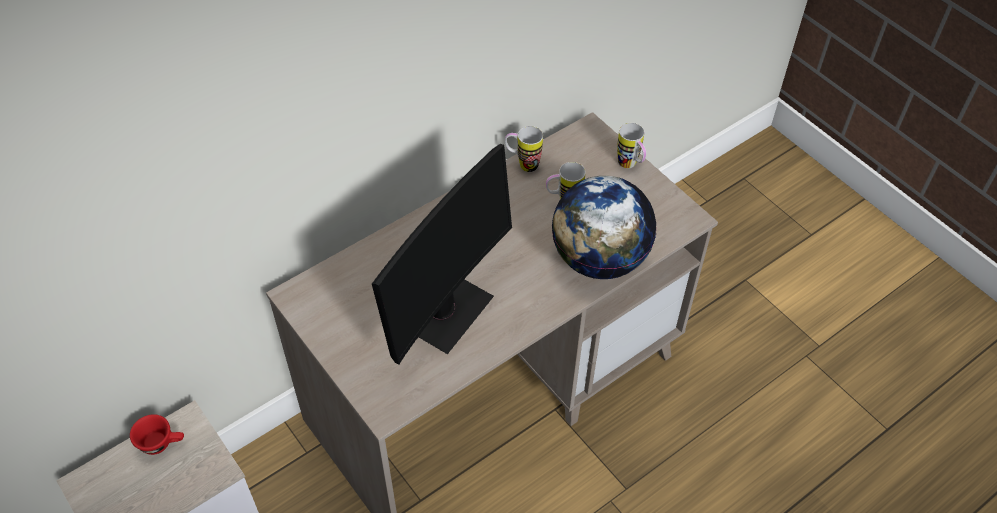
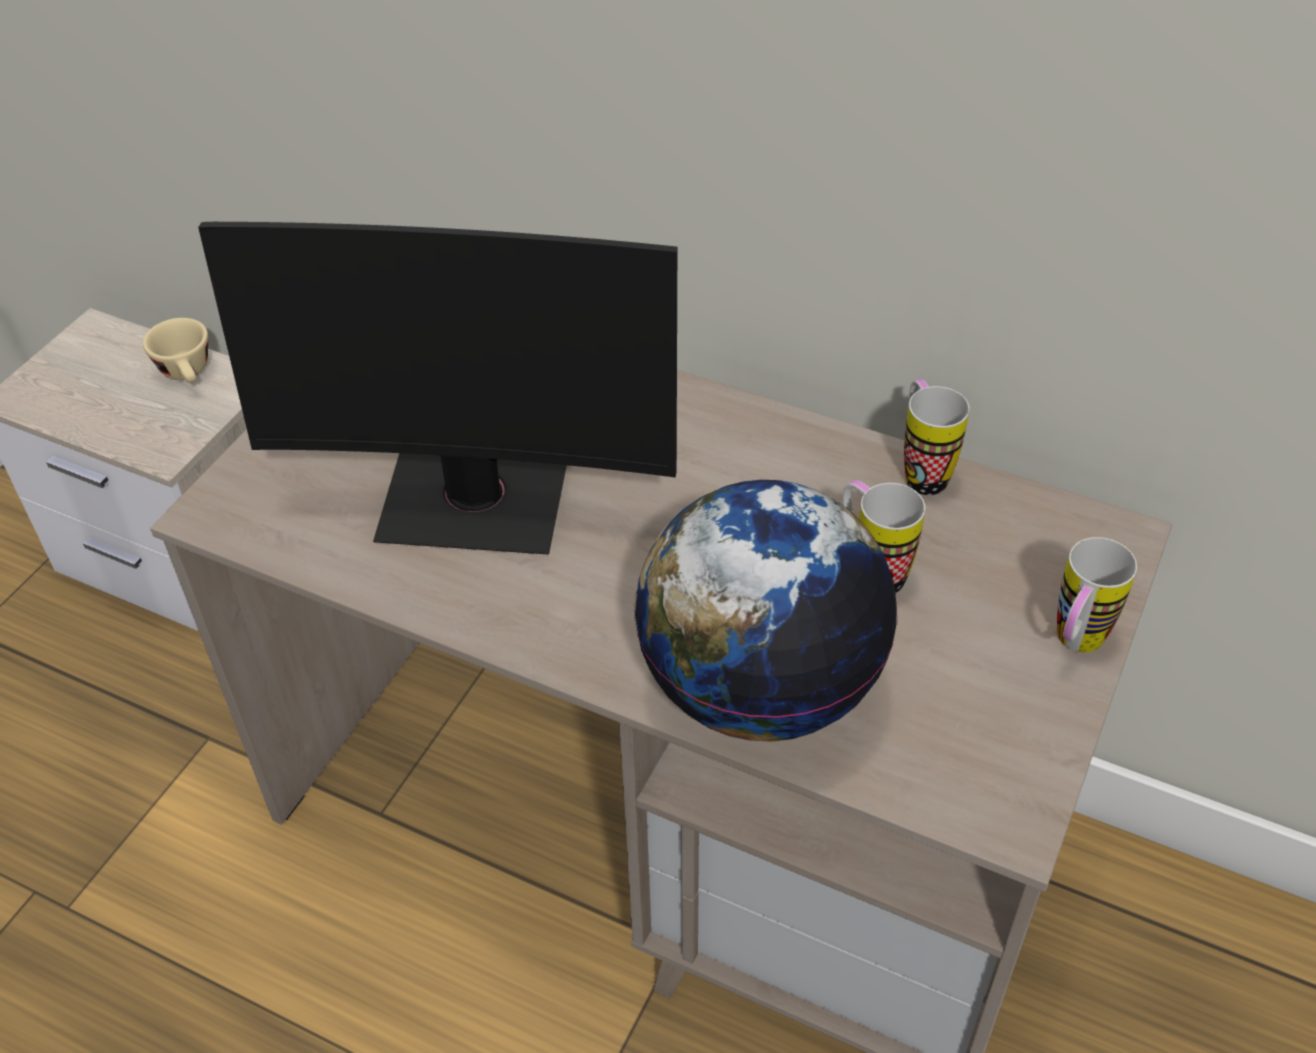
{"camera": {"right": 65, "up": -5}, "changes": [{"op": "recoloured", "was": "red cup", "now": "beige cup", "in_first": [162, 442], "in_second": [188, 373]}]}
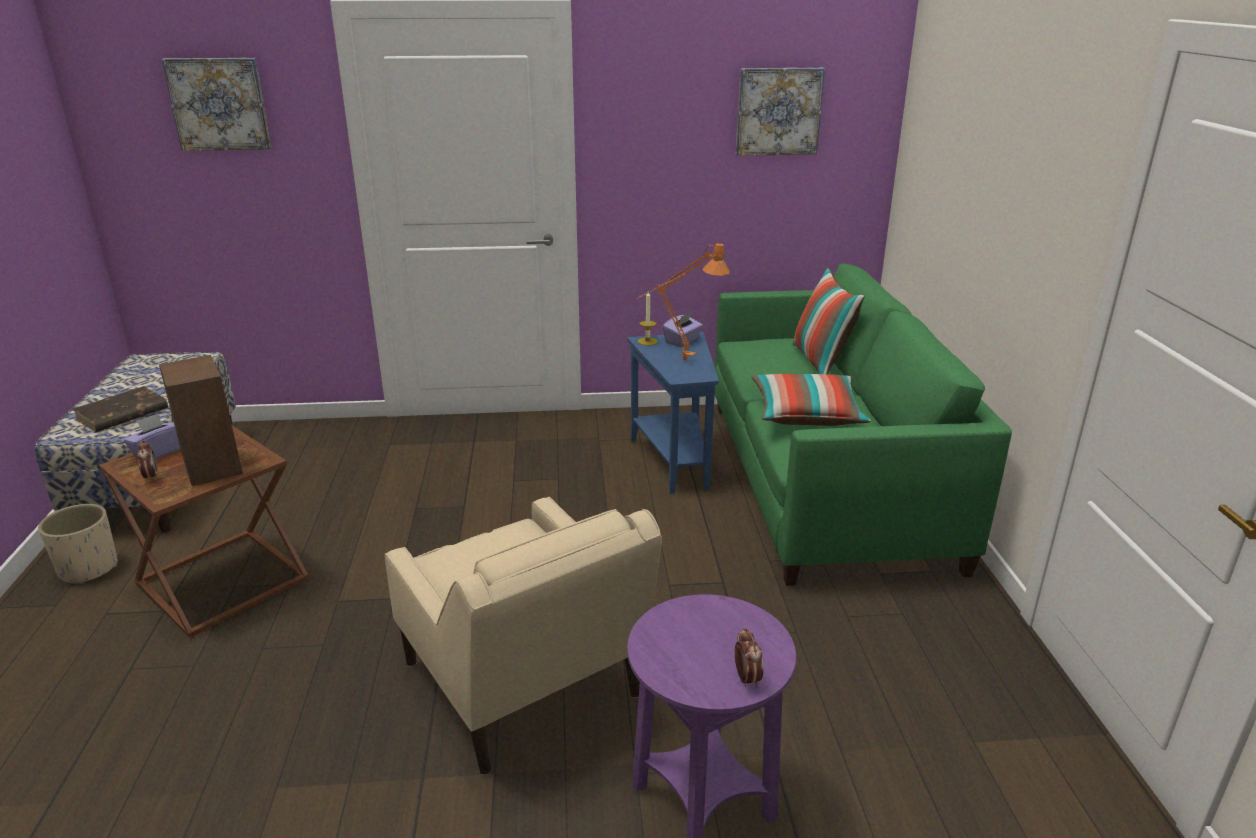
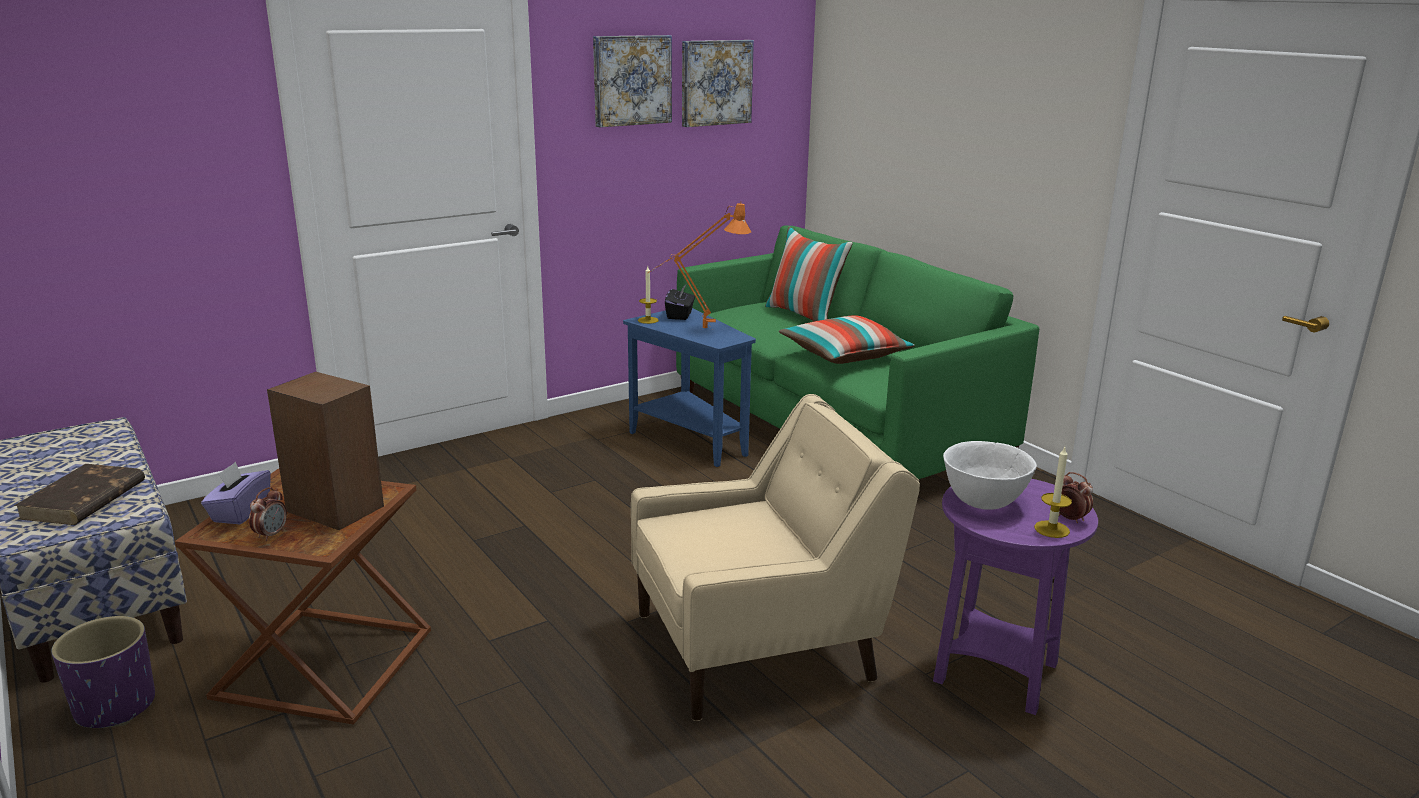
{"camera": {"right": -30, "up": -5}, "changes": [{"op": "recoloured", "was": "beige planter", "now": "purple planter", "in_first": [89, 568], "in_second": [115, 707]}, {"op": "turned", "was": "alarm clock", "in_first": [151, 477], "in_second": [271, 535], "clockwise": 75}, {"op": "moved", "was": "picture", "in_first": [219, 104], "in_second": [631, 80]}, {"op": "turned", "was": "beige armchair", "in_first": [524, 685], "in_second": [760, 646], "clockwise": -45}, {"op": "recoloured", "was": "purple tissue box", "now": "black tissue box", "in_first": [682, 341], "in_second": [680, 315]}, {"op": "added", "now": "white bowl", "in_second": [985, 501]}, {"op": "added", "now": "candle", "in_second": [1051, 529]}]}
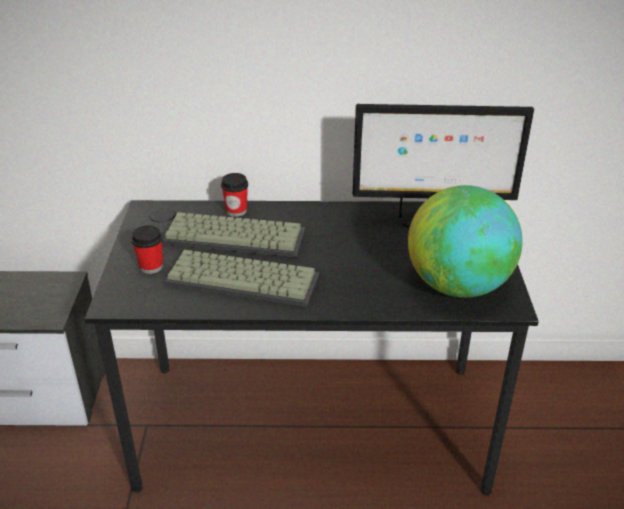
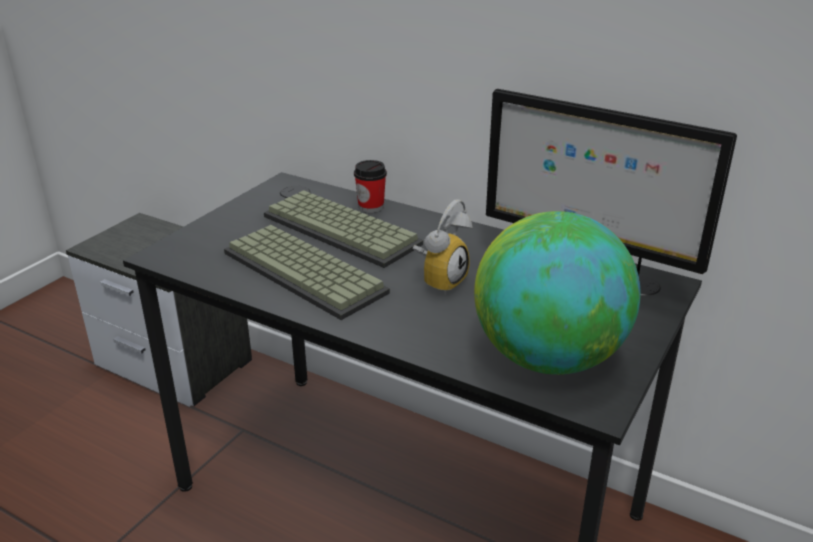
{"camera": {"right": 30, "up": -5}, "changes": [{"op": "added", "now": "alarm clock", "in_second": [440, 280]}, {"op": "removed", "was": "cup", "in_first": [151, 267]}]}
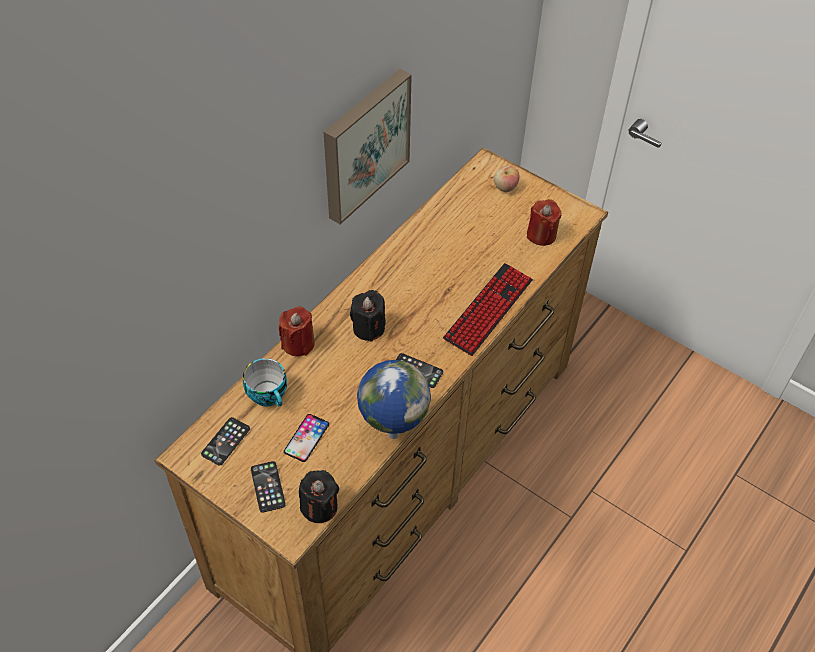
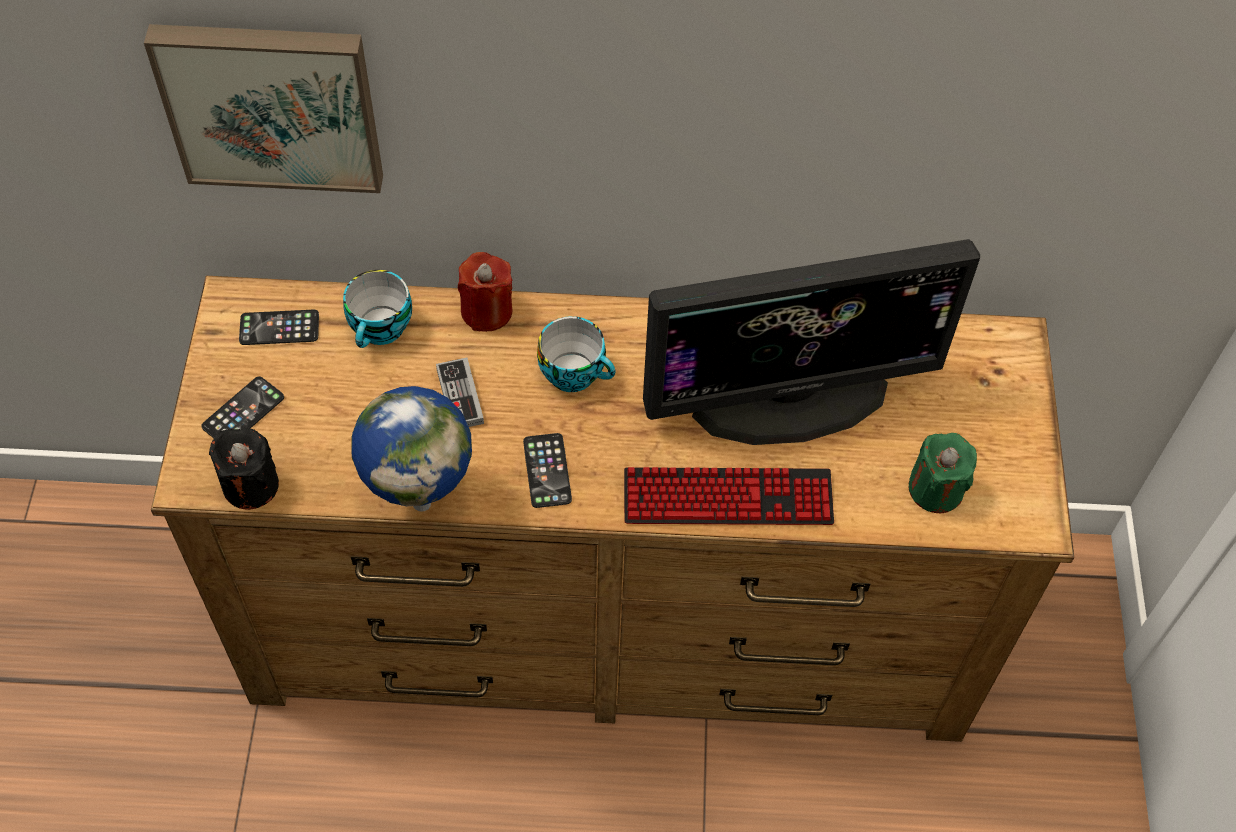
{"camera": {"right": 55, "up": 5}, "changes": [{"op": "moved", "was": "picture", "in_first": [363, 144], "in_second": [272, 103]}, {"op": "added", "now": "game controller", "in_second": [460, 396]}, {"op": "replaced", "was": "black candle", "now": "cup", "in_first": [368, 328], "in_second": [576, 373]}, {"op": "added", "now": "monitor", "in_second": [790, 398]}, {"op": "recoloured", "was": "red candle", "now": "green candle", "in_first": [541, 235], "in_second": [935, 489]}, {"op": "removed", "was": "phone", "in_first": [306, 438]}, {"op": "removed", "was": "apple", "in_first": [505, 187]}]}
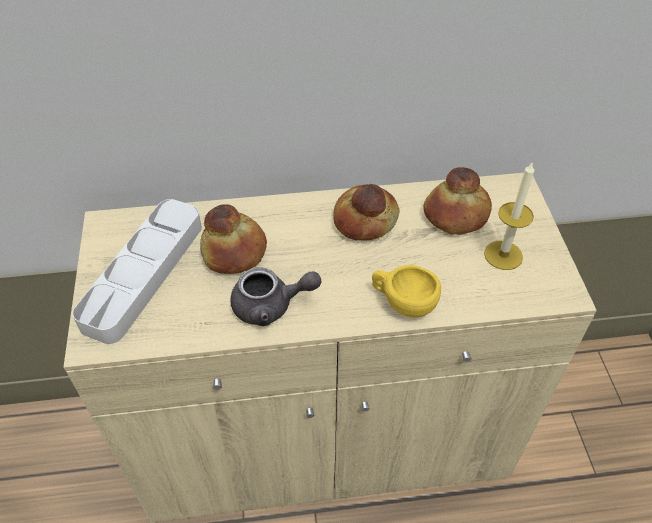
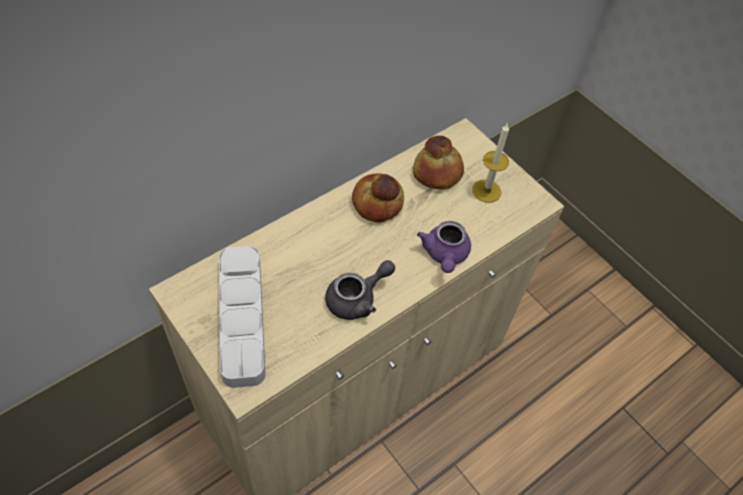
{"camera": {"right": -35, "up": 5}, "changes": [{"op": "replaced", "was": "yellow cup", "now": "purple teapot", "in_first": [402, 303], "in_second": [444, 255]}, {"op": "removed", "was": "bread", "in_first": [235, 251]}]}
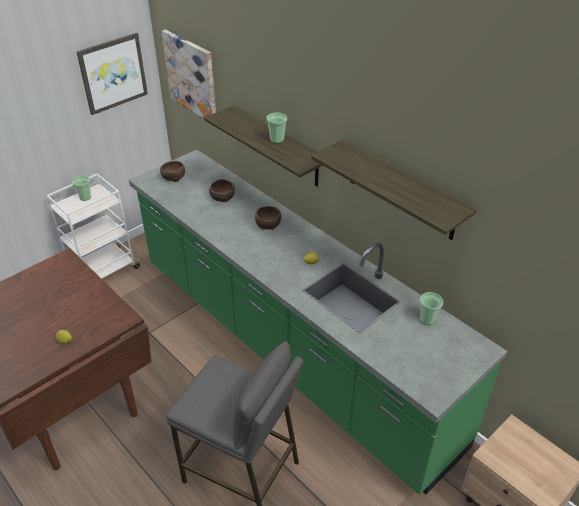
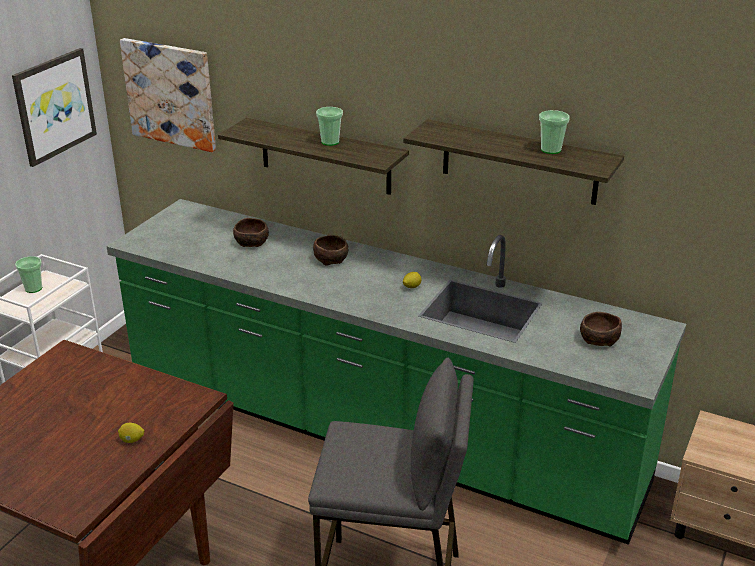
{"camera": {"right": -20, "up": -10}, "changes": [{"op": "moved", "was": "cup", "in_first": [427, 319], "in_second": [551, 150]}, {"op": "moved", "was": "brown bowl", "in_first": [173, 177], "in_second": [598, 340]}]}
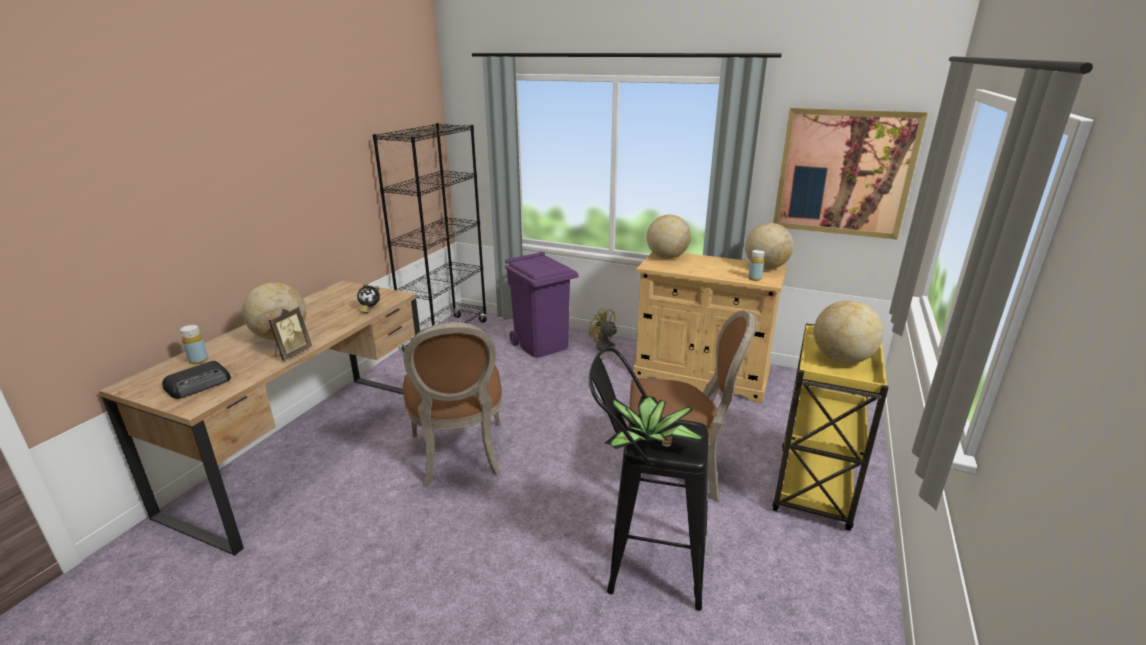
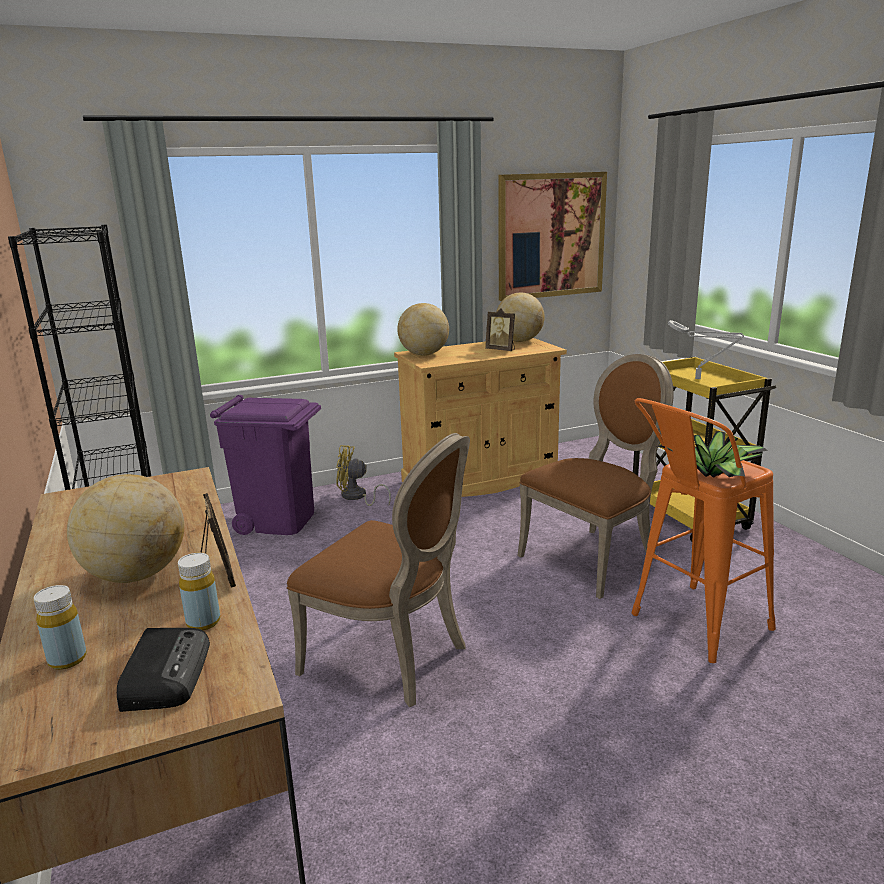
{"camera": {"right": -45, "up": -5}, "changes": [{"op": "moved", "was": "yellow bottle", "in_first": [754, 278], "in_second": [203, 622]}, {"op": "added", "now": "picture frame", "in_second": [501, 350]}, {"op": "recoloured", "was": "black stool", "now": "orange stool", "in_first": [644, 561], "in_second": [691, 626]}, {"op": "replaced", "was": "globe", "now": "grey table lamp", "in_first": [841, 359], "in_second": [700, 379]}, {"op": "removed", "was": "alarm clock", "in_first": [369, 309]}]}
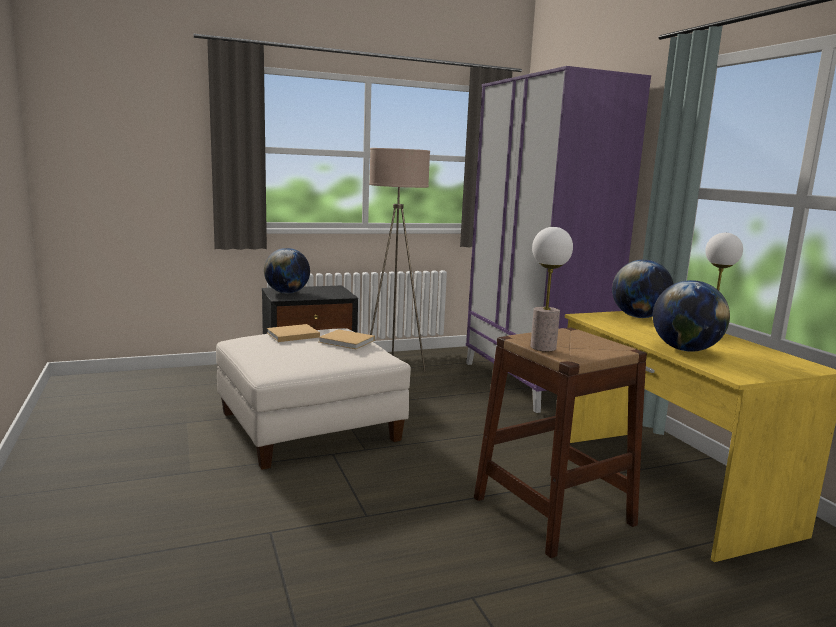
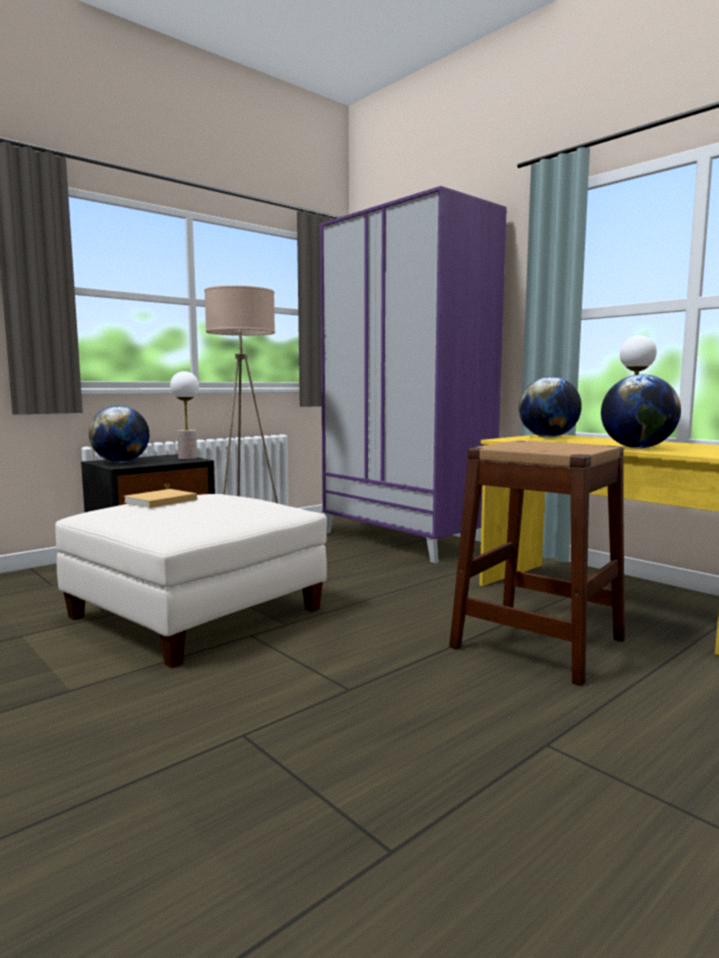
{"camera": {"right": -20, "up": -5}, "changes": [{"op": "moved", "was": "table lamp", "in_first": [543, 347], "in_second": [188, 458]}, {"op": "removed", "was": "beige book", "in_first": [348, 341]}]}
